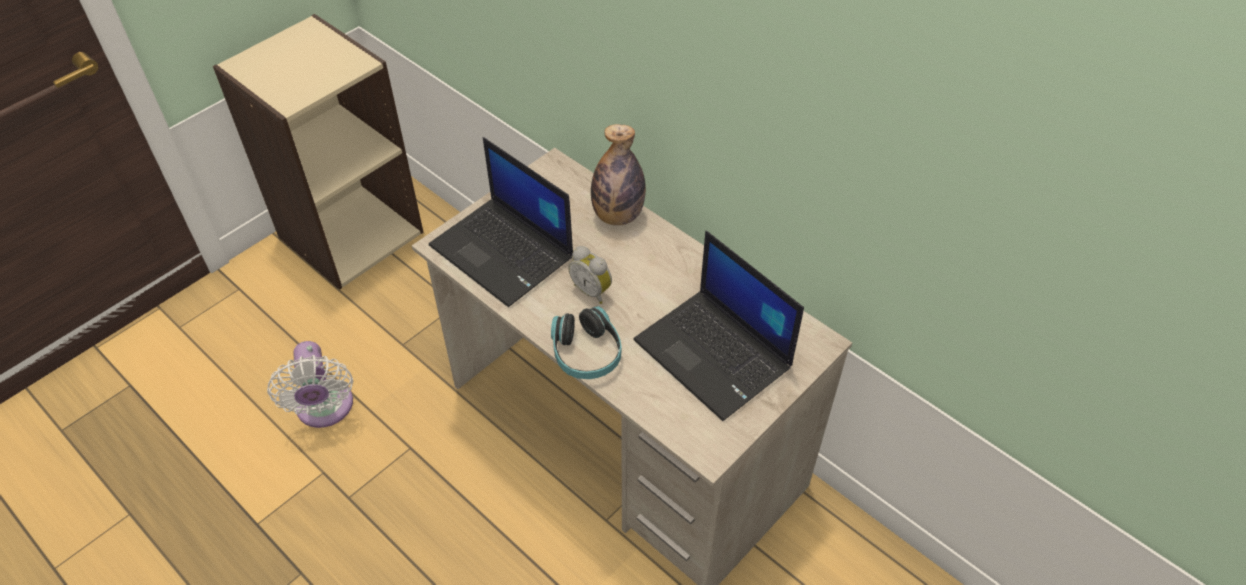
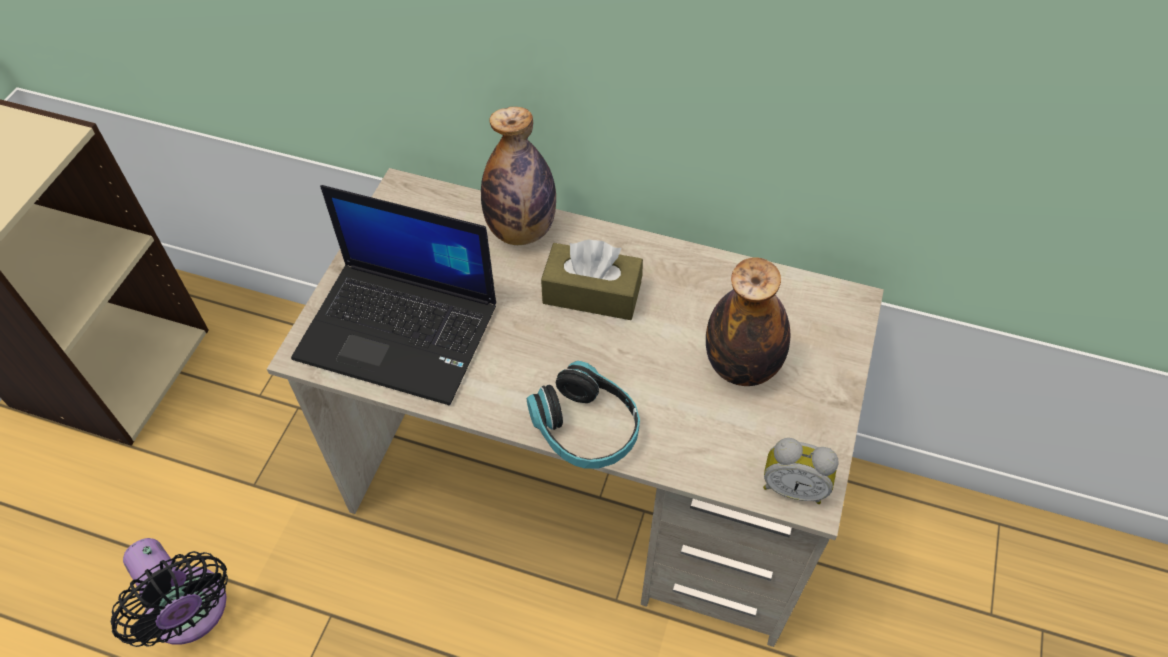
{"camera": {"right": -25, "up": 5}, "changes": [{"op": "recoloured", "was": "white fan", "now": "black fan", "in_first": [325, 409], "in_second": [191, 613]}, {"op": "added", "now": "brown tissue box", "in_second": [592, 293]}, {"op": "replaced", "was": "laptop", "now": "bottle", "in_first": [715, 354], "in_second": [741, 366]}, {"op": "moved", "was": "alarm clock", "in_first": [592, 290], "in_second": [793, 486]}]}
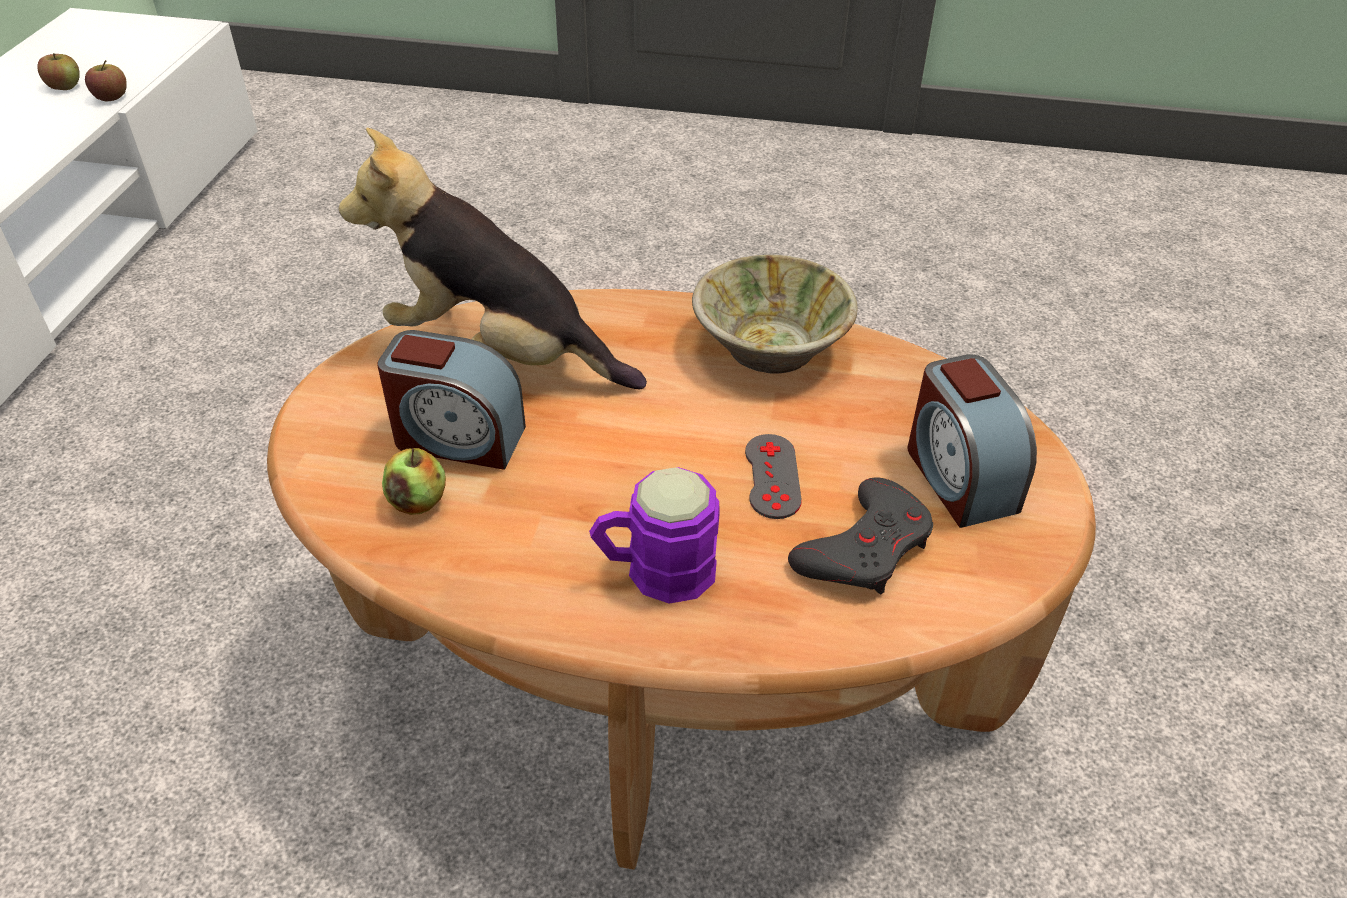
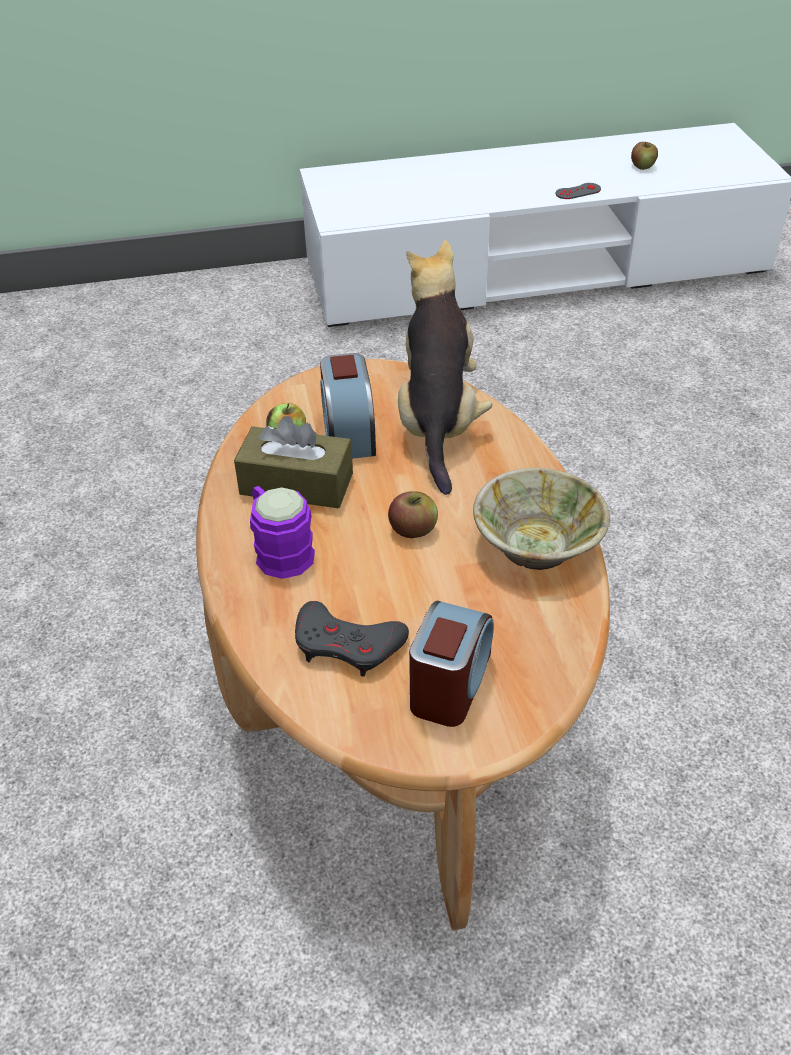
{"camera": {"right": 70, "up": 0}, "changes": [{"op": "added", "now": "brown tissue box", "in_second": [296, 484]}, {"op": "moved", "was": "apple", "in_first": [111, 97], "in_second": [413, 529]}, {"op": "turned", "was": "alarm clock", "in_first": [958, 477], "in_second": [450, 683], "clockwise": 150}, {"op": "moved", "was": "grey game controller", "in_first": [772, 476], "in_second": [578, 191]}]}
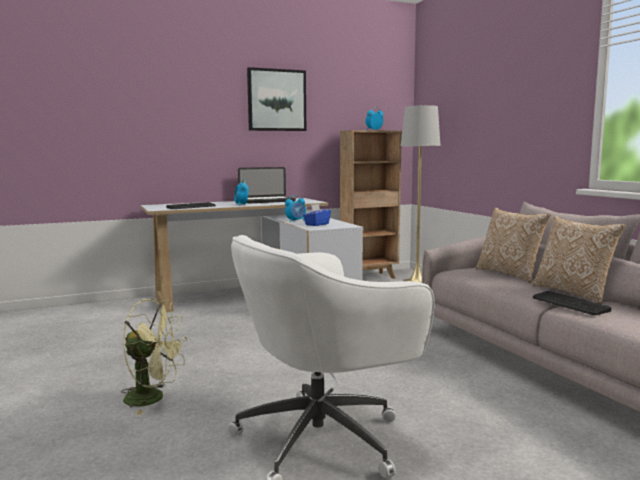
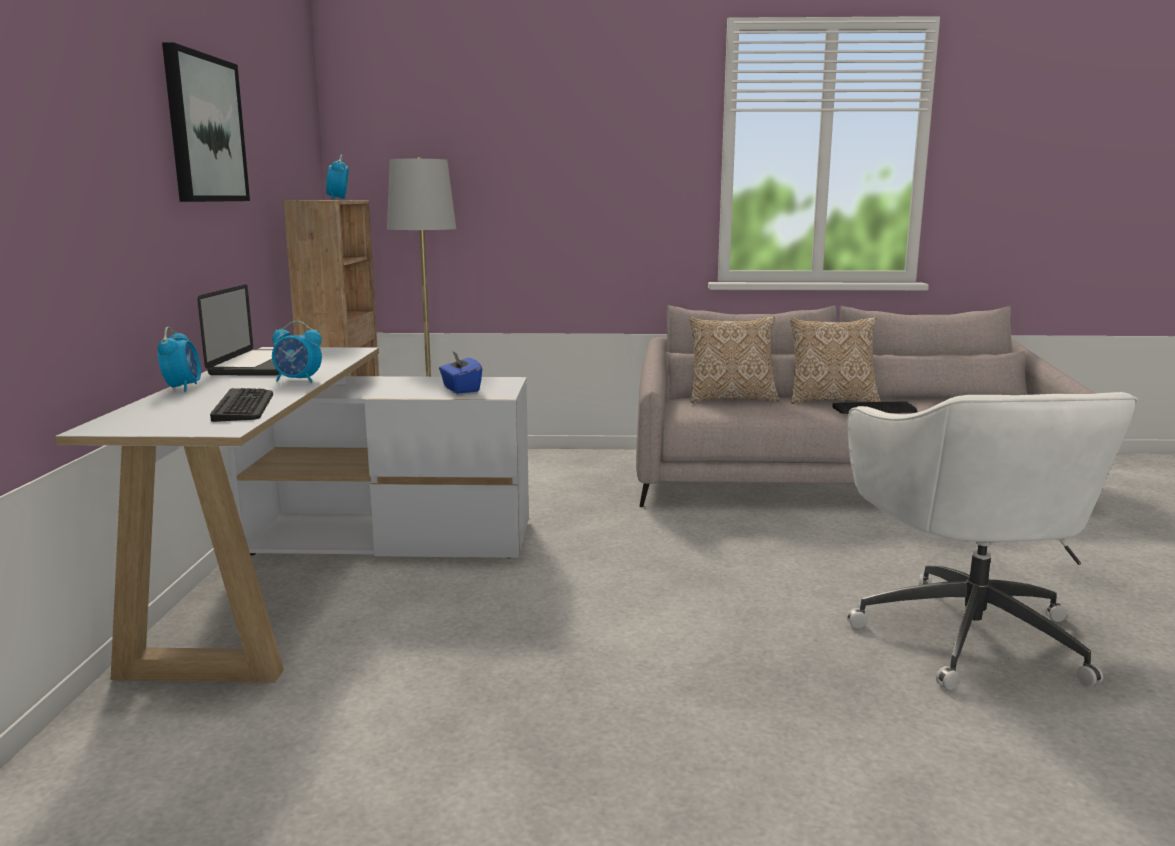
{"camera": {"right": -65, "up": 5}, "changes": [{"op": "moved", "was": "alarm clock", "in_first": [296, 221], "in_second": [183, 387]}, {"op": "removed", "was": "green fan", "in_first": [153, 398]}]}
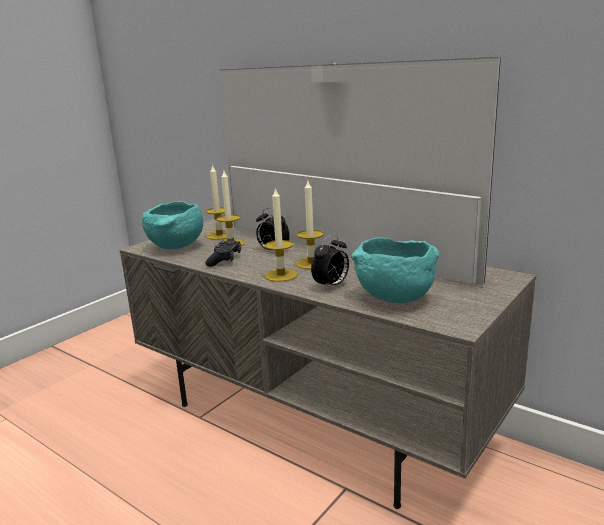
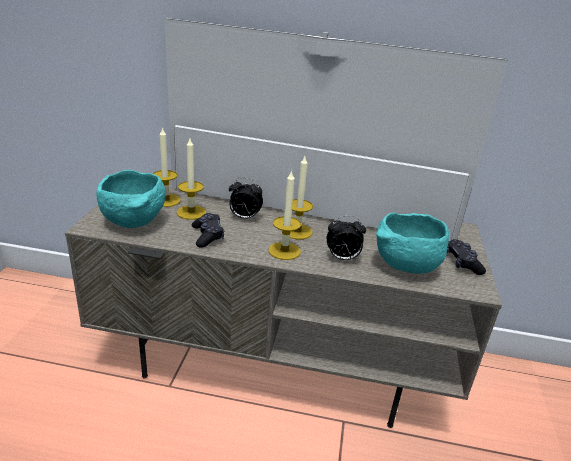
{"camera": {"right": -30, "up": 10}, "changes": [{"op": "turned", "was": "alarm clock", "in_first": [331, 286], "in_second": [342, 258], "clockwise": 75}, {"op": "added", "now": "black game controller", "in_second": [462, 263]}]}
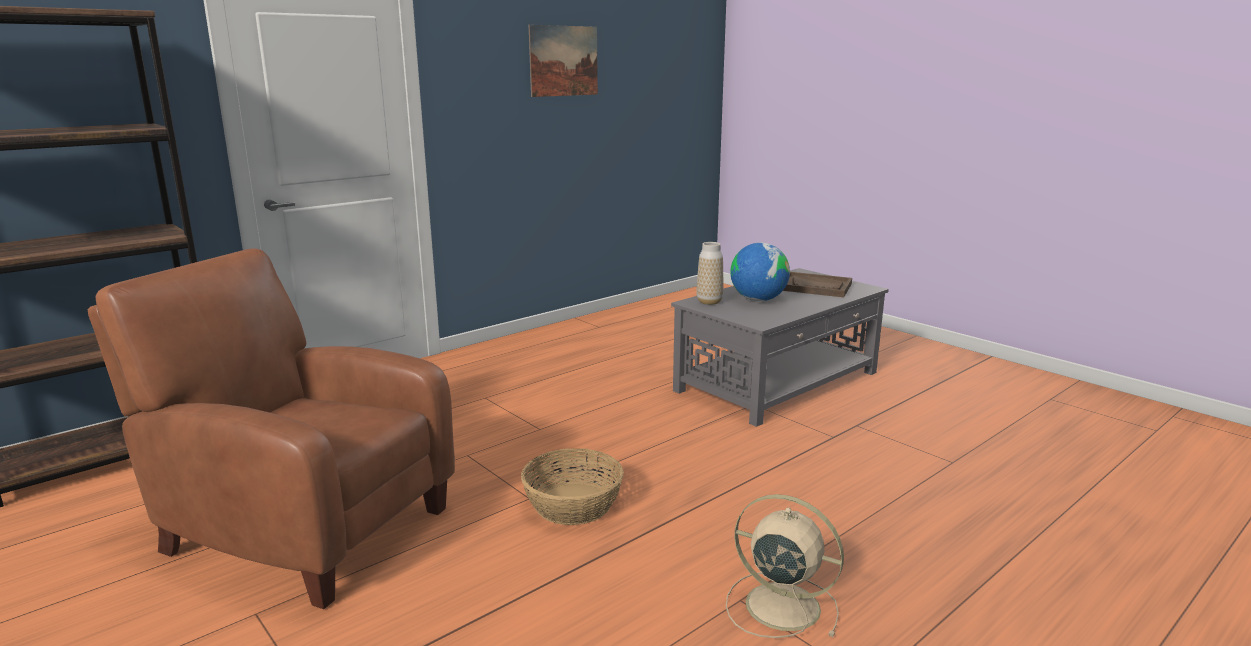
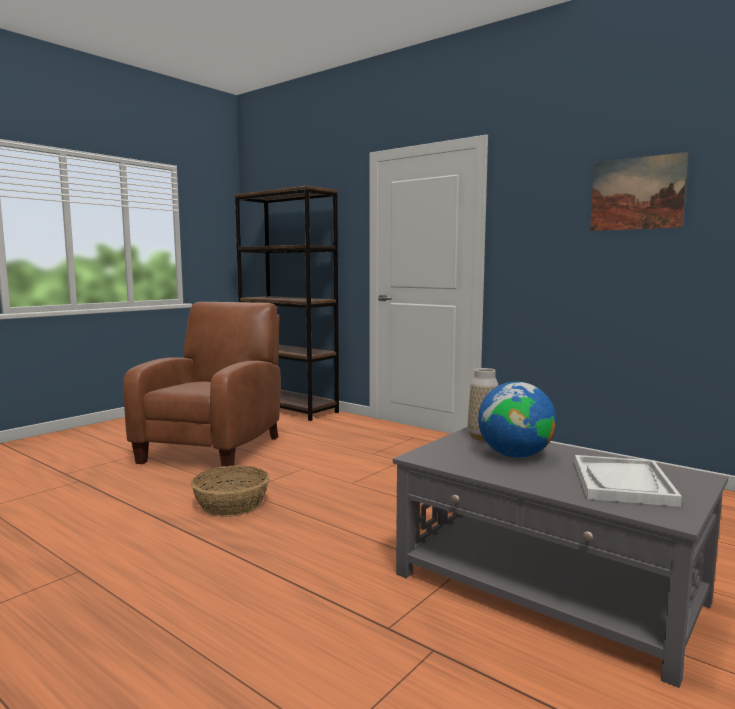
{"camera": {"right": 80, "up": -10}, "changes": [{"op": "recoloured", "was": "brown tray", "now": "white tray", "in_first": [815, 287], "in_second": [622, 483]}, {"op": "removed", "was": "beige fan", "in_first": [779, 605]}]}
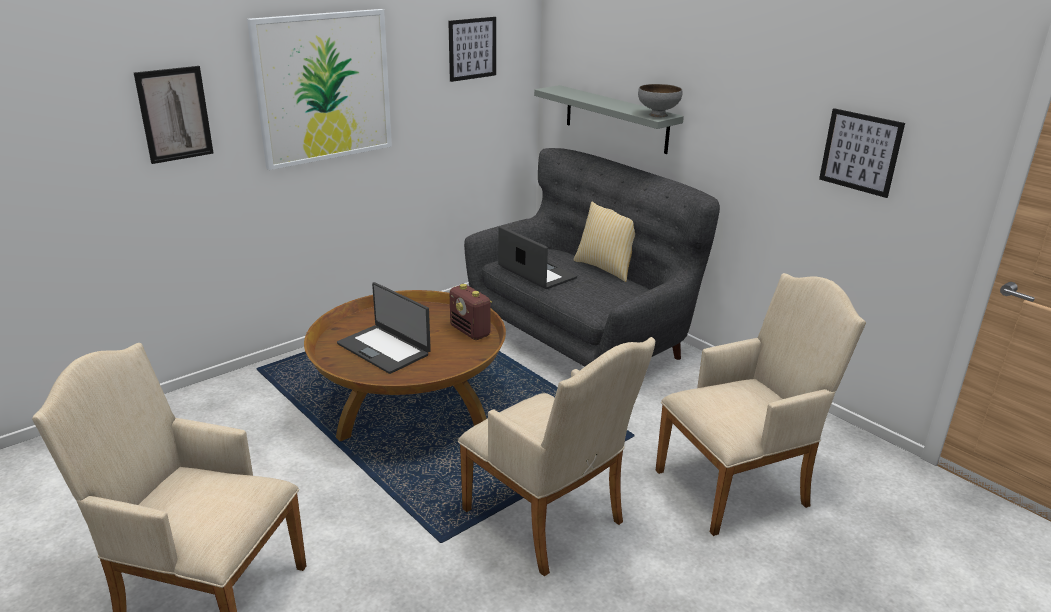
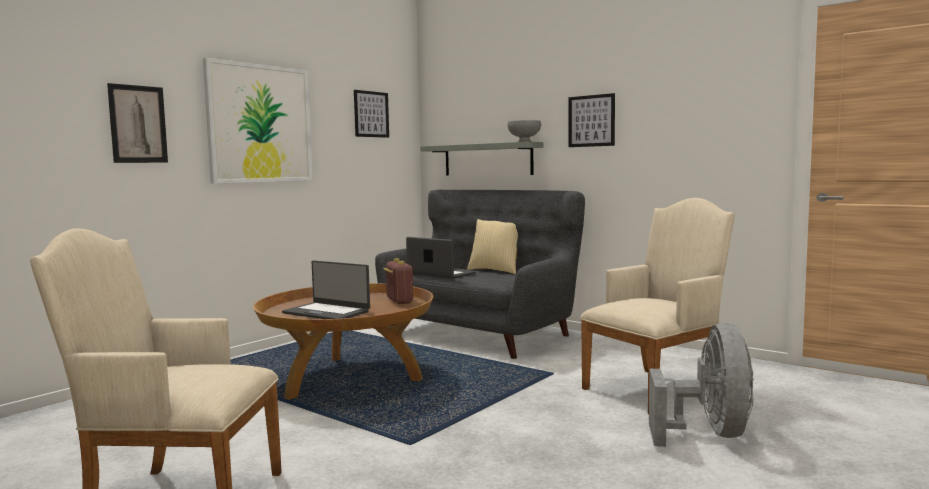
{"camera": {"right": -10, "up": -20}, "changes": [{"op": "turned", "was": "radio", "in_first": [470, 331], "in_second": [399, 301], "clockwise": -150}, {"op": "moved", "was": "picture", "in_first": [860, 152], "in_second": [591, 121]}, {"op": "added", "now": "grey fan", "in_second": [709, 434]}, {"op": "removed", "was": "beige armchair", "in_first": [549, 522]}]}
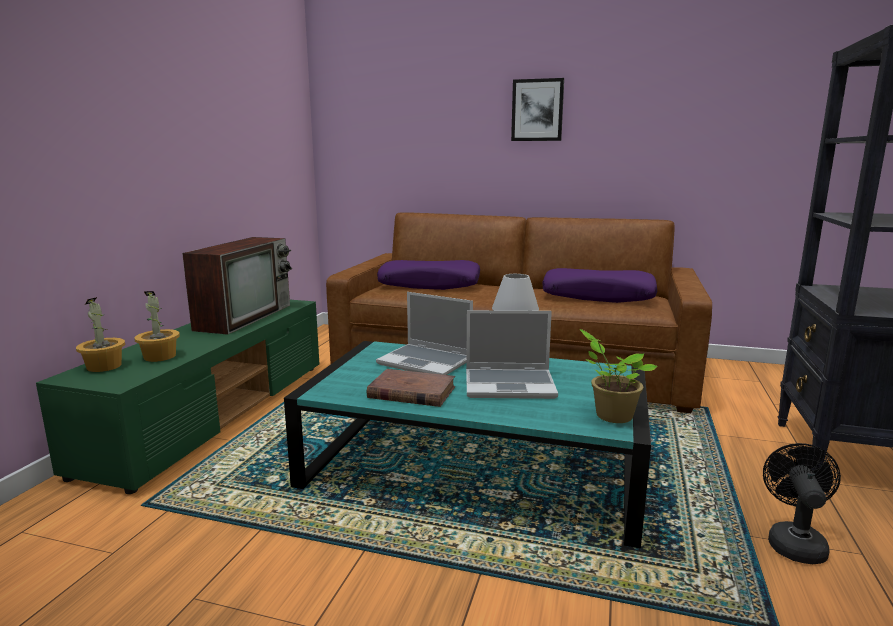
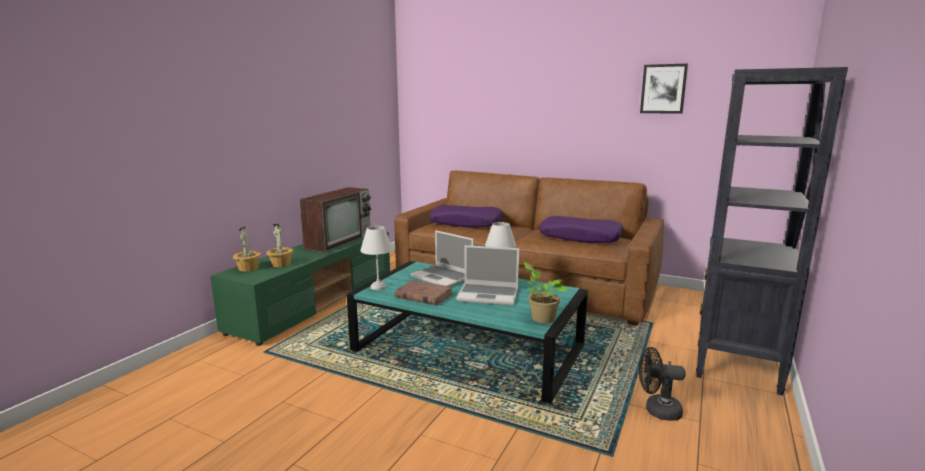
{"camera": {"right": 10, "up": 0}, "changes": [{"op": "added", "now": "white table lamp", "in_second": [377, 287]}, {"op": "turned", "was": "black fan", "in_first": [794, 542], "in_second": [657, 410], "clockwise": -105}, {"op": "moved", "was": "picture", "in_first": [537, 110], "in_second": [663, 89]}]}
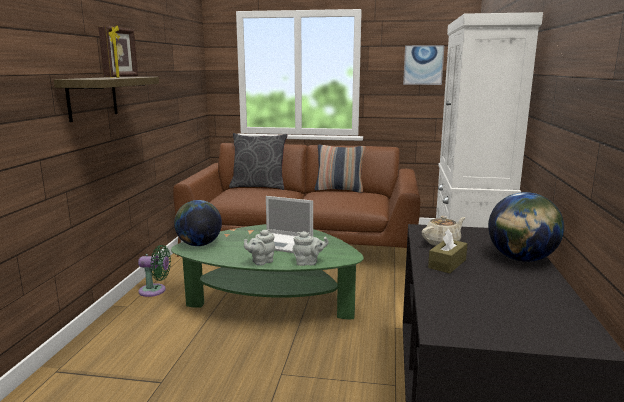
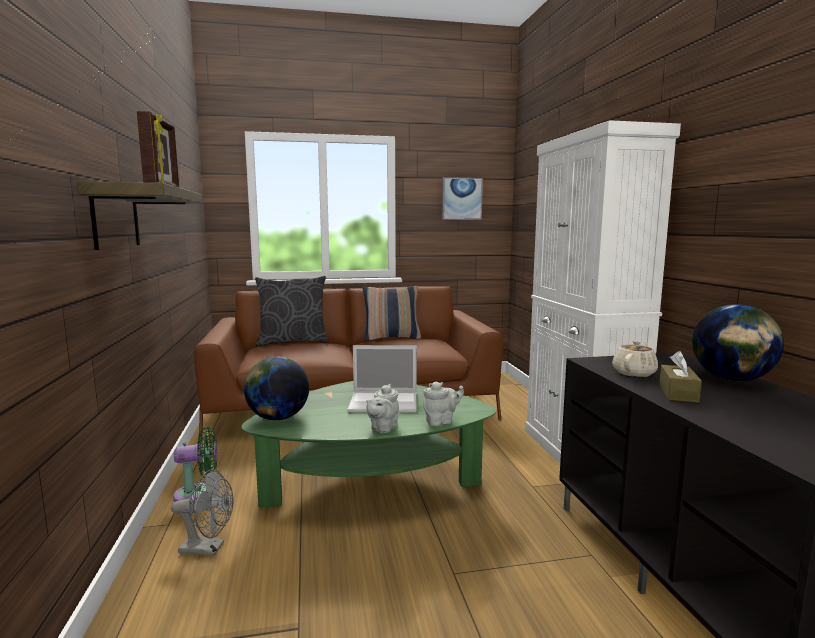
{"camera": {"right": -20, "up": -5}, "changes": [{"op": "added", "now": "grey fan", "in_second": [208, 548]}]}
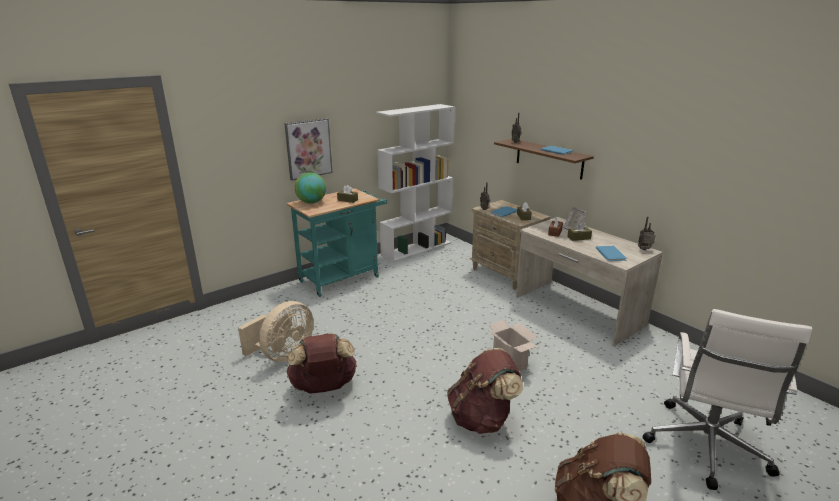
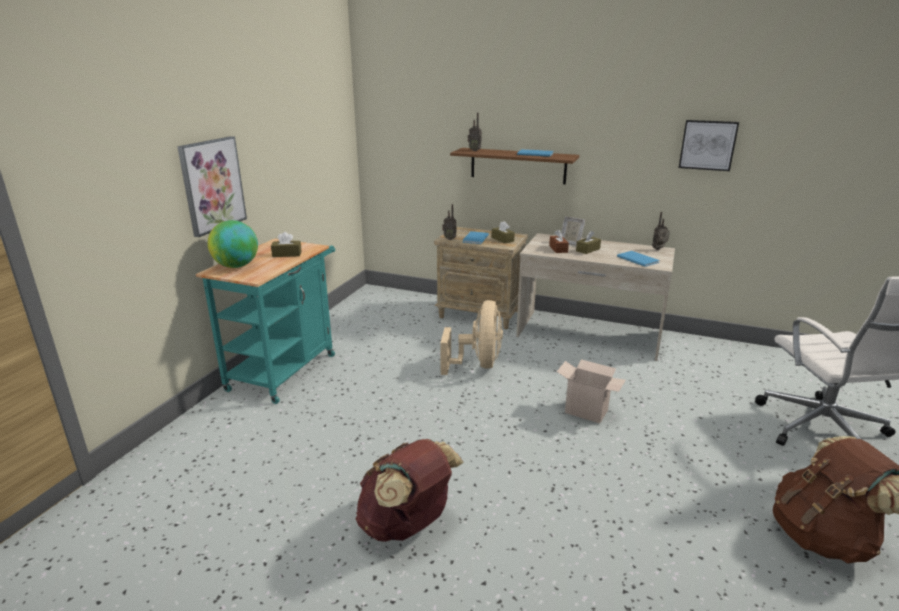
{"camera": {"right": -30, "up": 0}, "changes": [{"op": "moved", "was": "beige fan", "in_first": [283, 355], "in_second": [478, 364]}, {"op": "added", "now": "picture", "in_second": [707, 145]}, {"op": "removed", "was": "white bookcase", "in_first": [416, 248]}, {"op": "removed", "was": "brown backpack", "in_first": [482, 418]}]}
